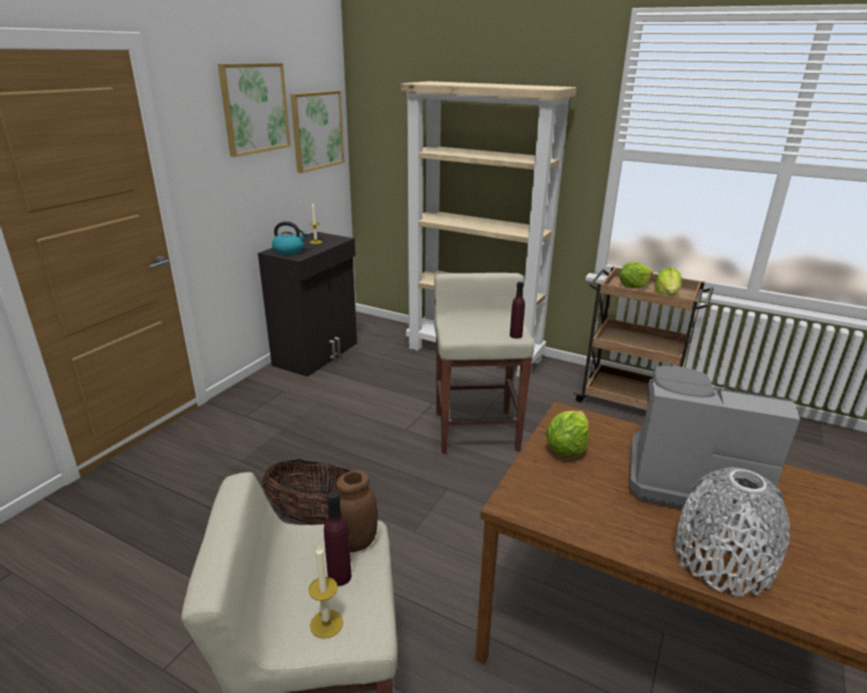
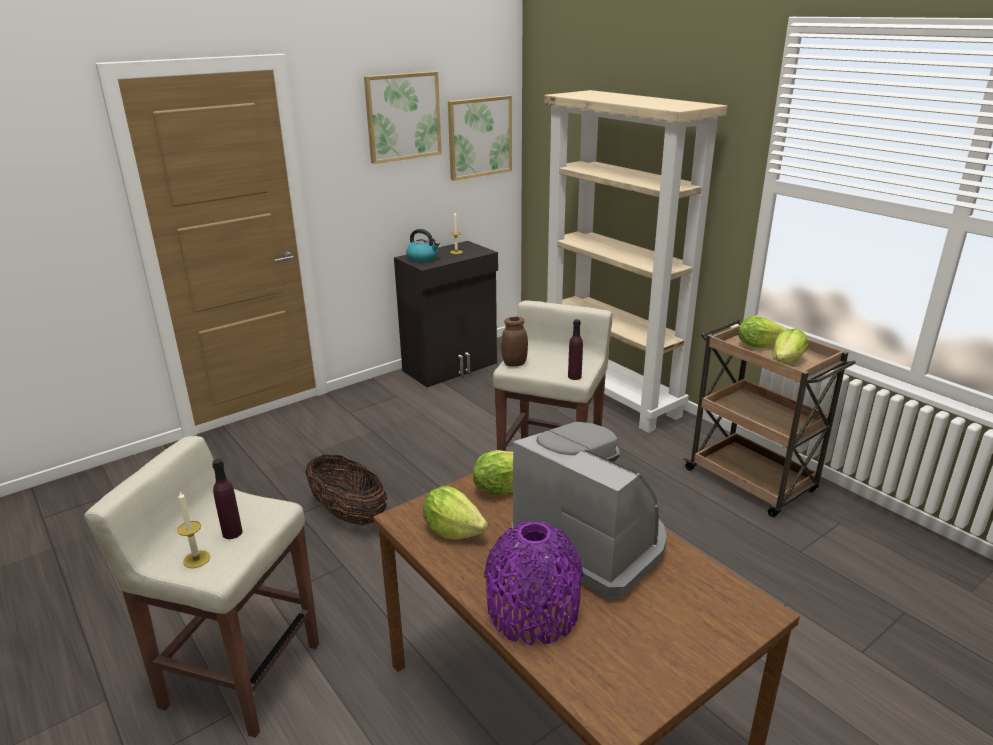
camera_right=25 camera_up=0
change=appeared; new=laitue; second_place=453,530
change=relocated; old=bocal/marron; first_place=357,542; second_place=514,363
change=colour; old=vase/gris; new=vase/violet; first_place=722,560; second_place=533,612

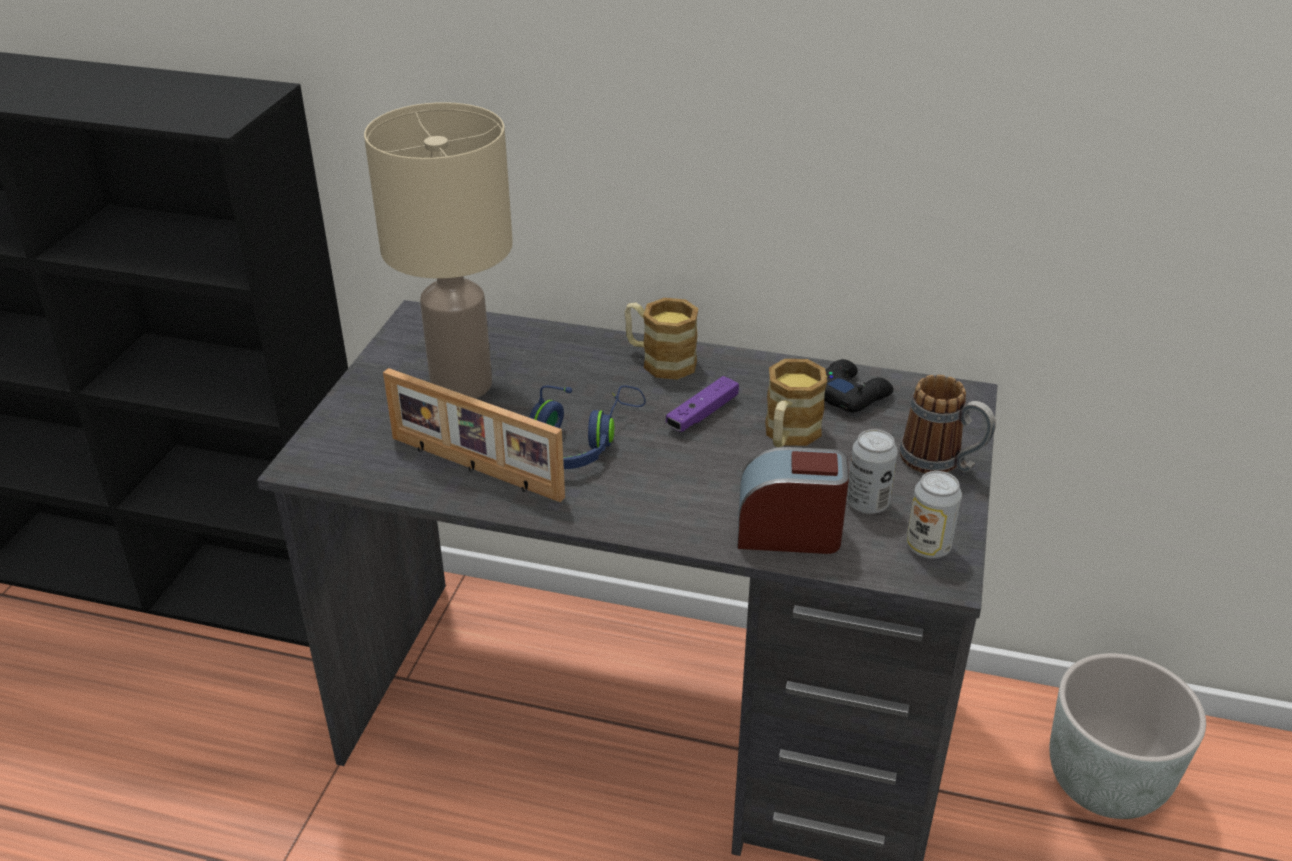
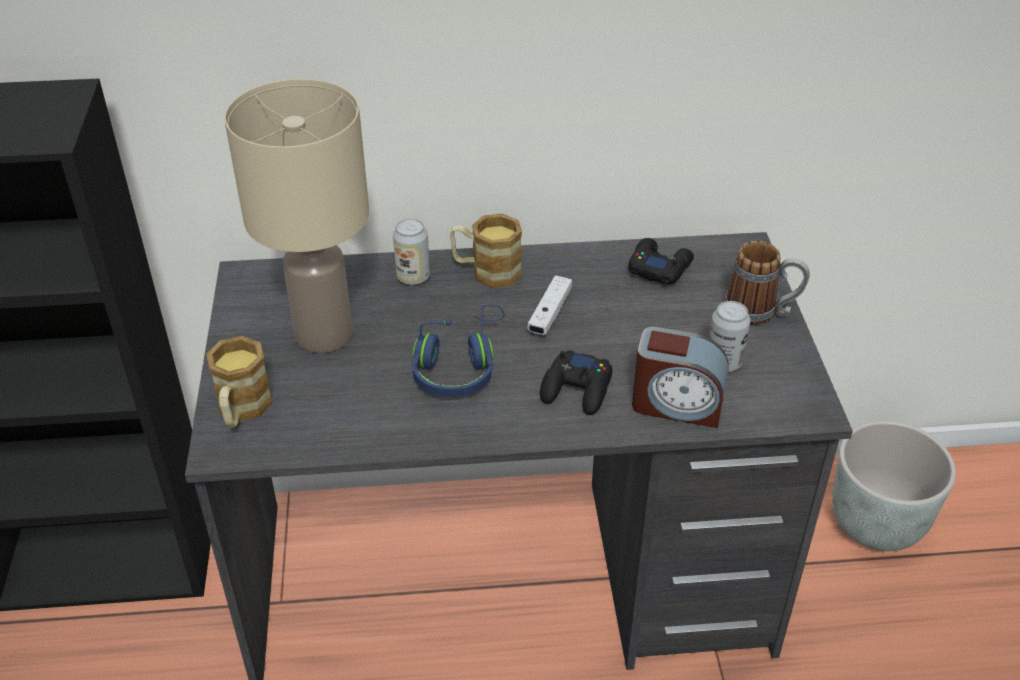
camera_right=-20 camera_up=5
change=missing; old=cadre photo; first_place=474,469
change=appeared; new=manette/noir; second_place=577,389
change=relocated; old=mug; first_place=788,436; second_place=241,410
change=relocated; old=boîte métallique; first_place=928,547; second_place=413,277
change=colour; old=manette/violet; new=manette/blanc; first_place=702,414; second_place=550,313
change=spun; old=réveil; first_place=788,532; second_place=677,404; degrees=-150

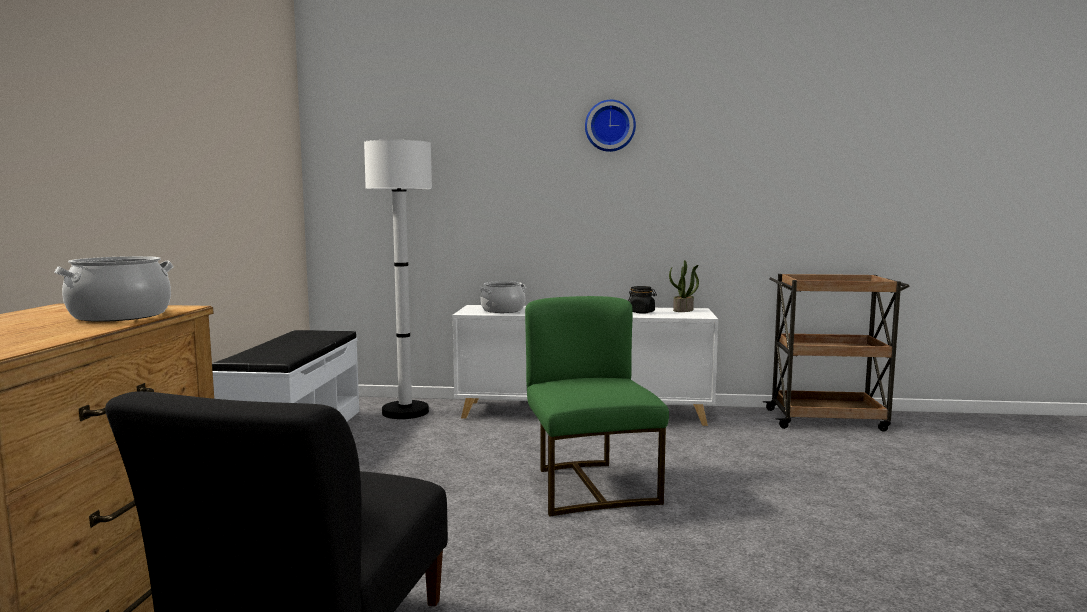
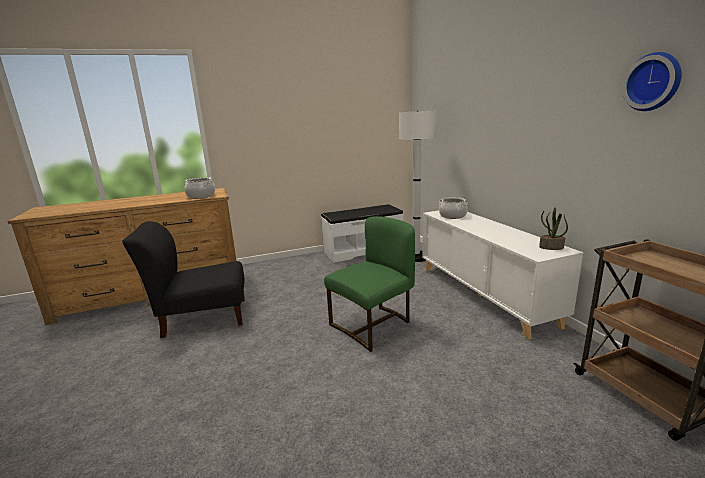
camera_right=65 camera_up=10
change=missing; old=bocal/noir; first_place=641,312
change=relocated; old=horloge murale; first_place=610,126; second_place=653,82

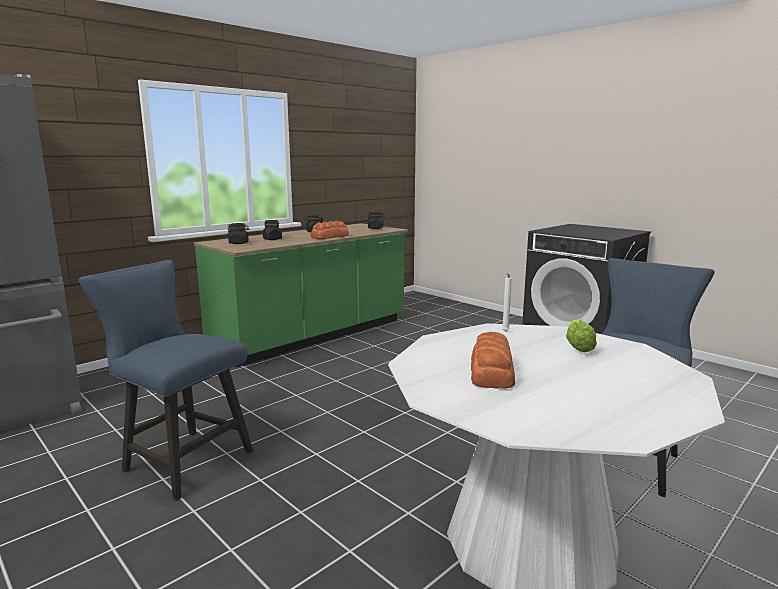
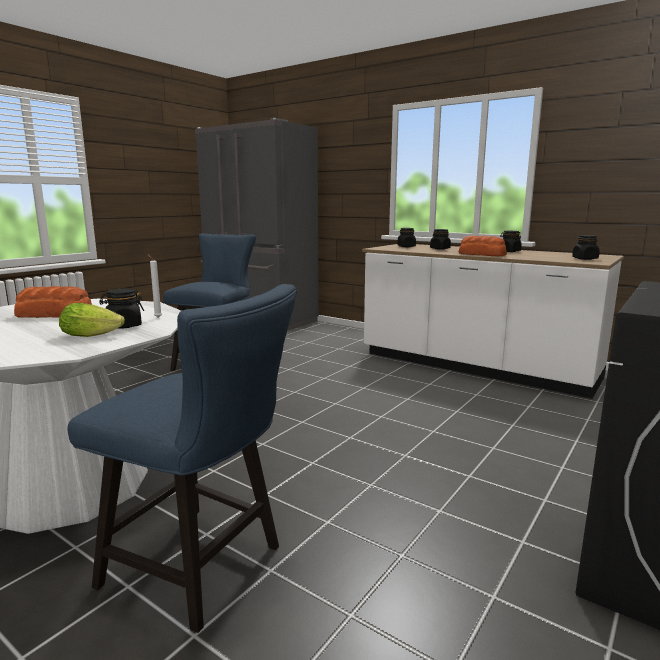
camera_right=80 camera_up=0
change=appeared; new=bocal/noir; second_place=124,326
change=colour; old=comptoir de cuisine/vert; new=comptoir de cuisine/blanc; first_place=313,335; second_place=475,366

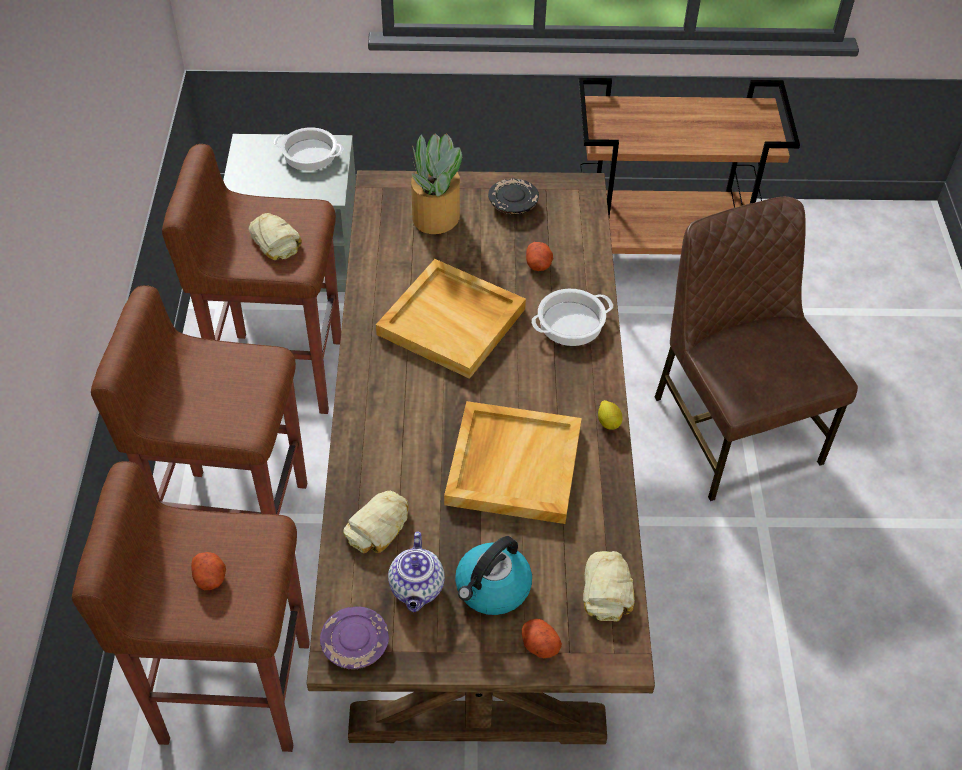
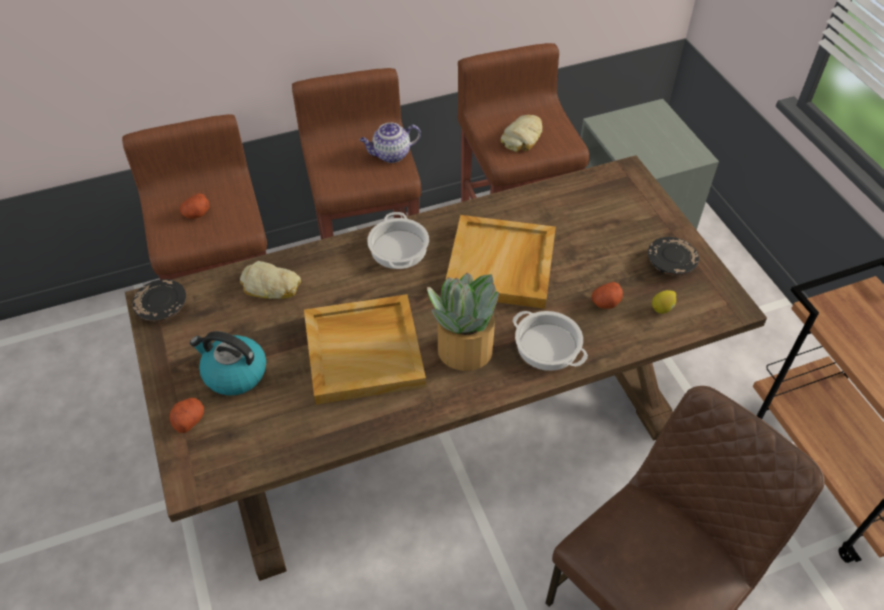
camera_right=70 camera_up=0
change=missing; old=pain; first_place=608,589
change=relocated; old=marmite; first_place=310,154; second_place=399,249
change=relocated; old=théière; first_place=417,589; second_place=390,155
change=relocated; old=plante en pot; first_place=435,217; second_place=463,350
change=relocated; old=citron; first_place=608,422; second_place=662,308
change=colour; old=assiette/violet; new=assiette/noir; first_place=355,644; second_place=162,307

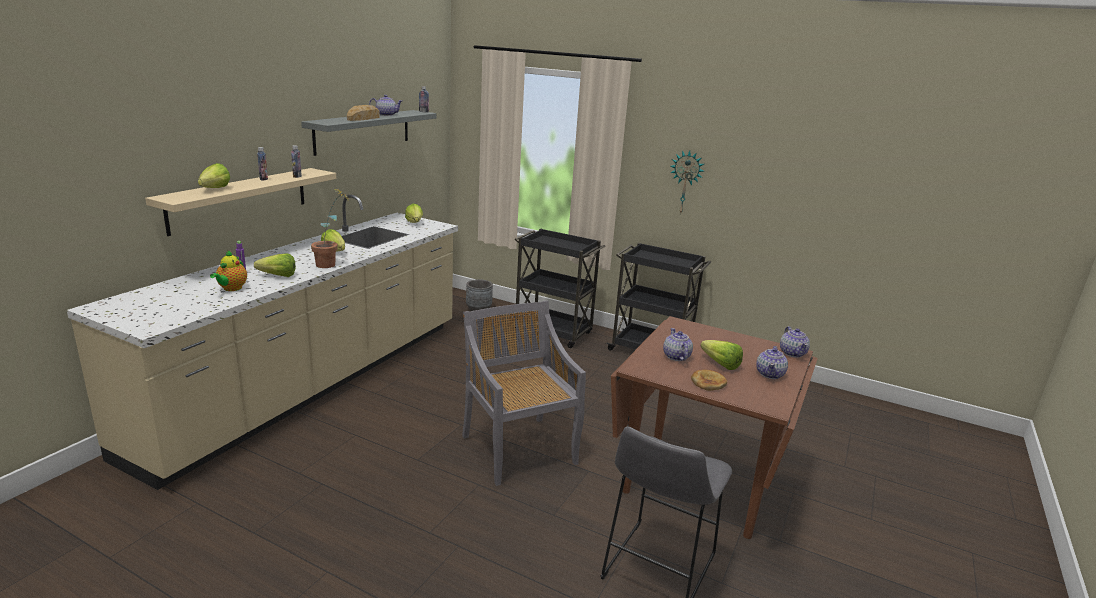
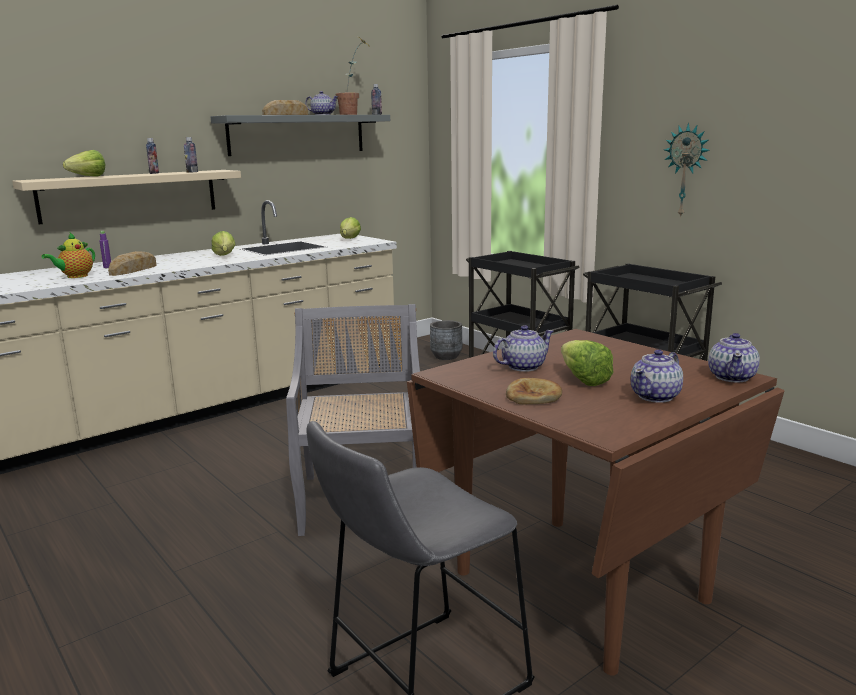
camera_right=25 camera_up=-5
change=relocated; old=plante en pot; first_place=332,265; second_place=354,114
change=exchanged; old=laitue; new=pain; first_place=275,276; second_place=133,270
change=spun; old=théière; first_place=676,357; second_place=522,367; degrees=45

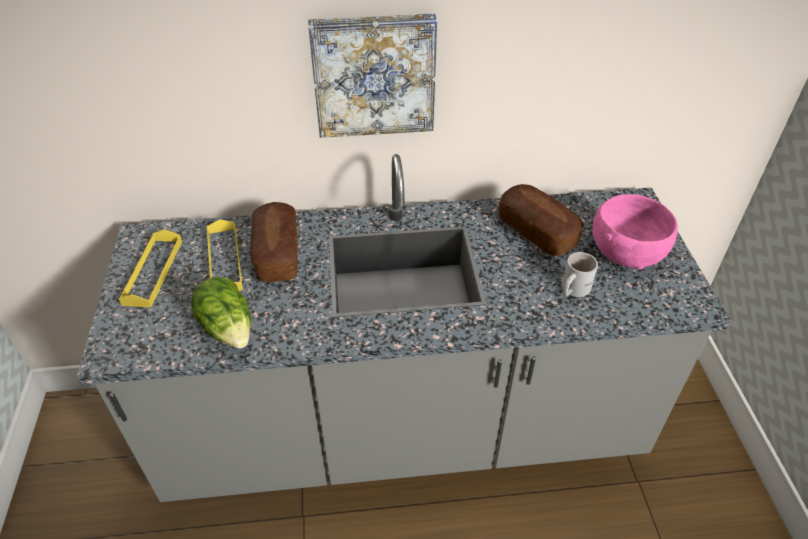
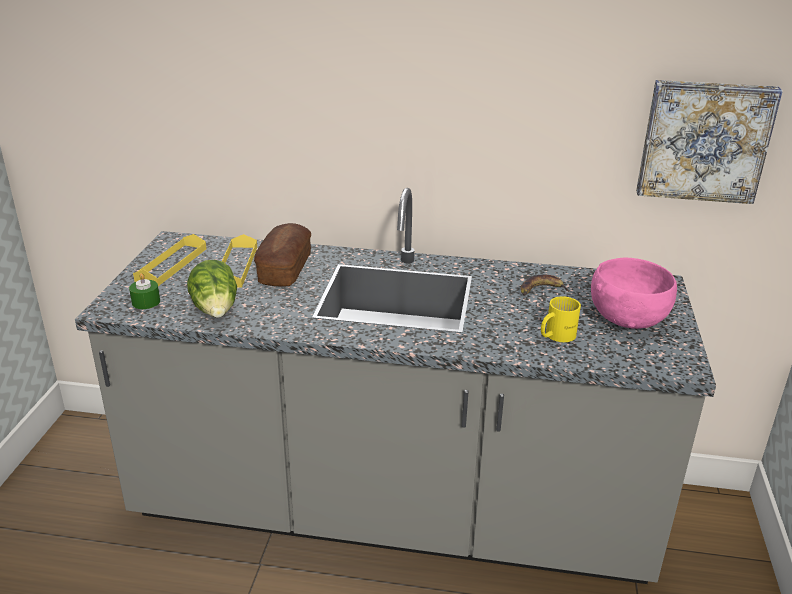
camera_right=15 camera_up=-15
change=appeared; new=bougie/vert; second_place=146,302
change=relocated; old=tableau; first_place=374,74; second_place=704,140
change=exchanged; old=pain; new=banane; first_place=537,231; second_place=541,290
change=colour; old=mug/blanc; new=mug/jaune; first_place=572,289; second_place=555,335

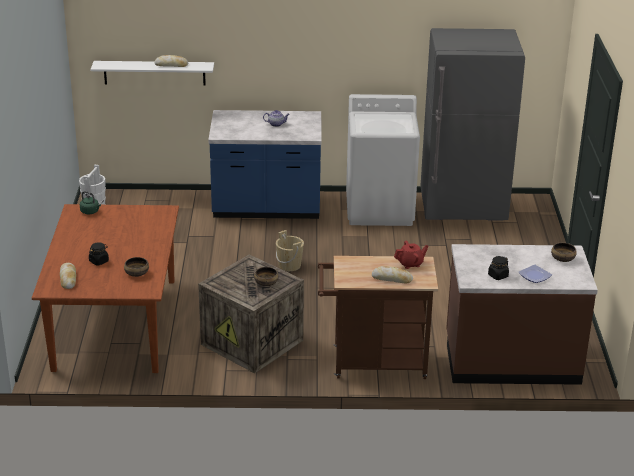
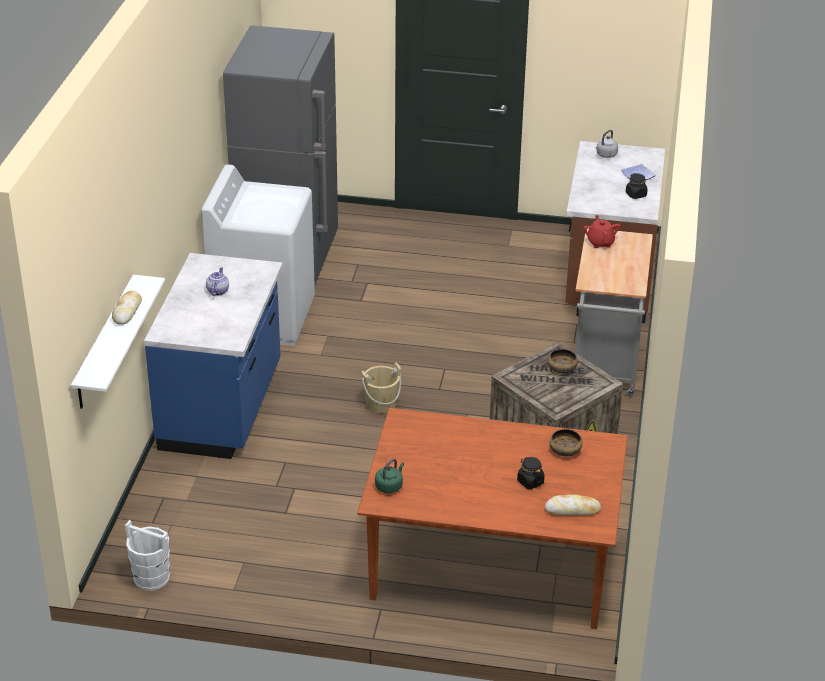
camera_right=-80 camera_up=5
change=missing; old=pain; first_place=392,278
change=exchanged; old=bol; new=bouilloire/gris; first_place=562,258; second_place=605,155
change=colour; old=chariot/marron; new=chariot/gris; first_place=373,364; second_place=605,369

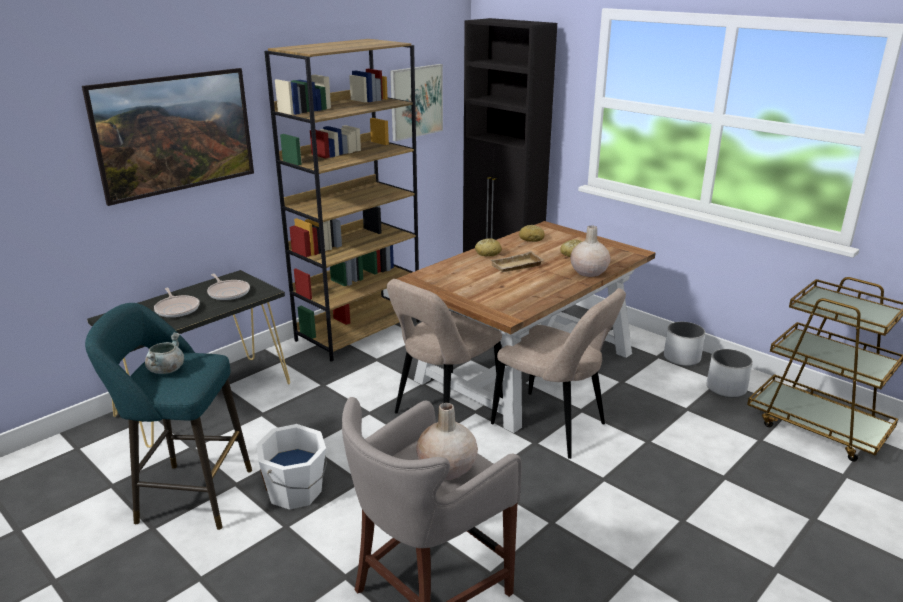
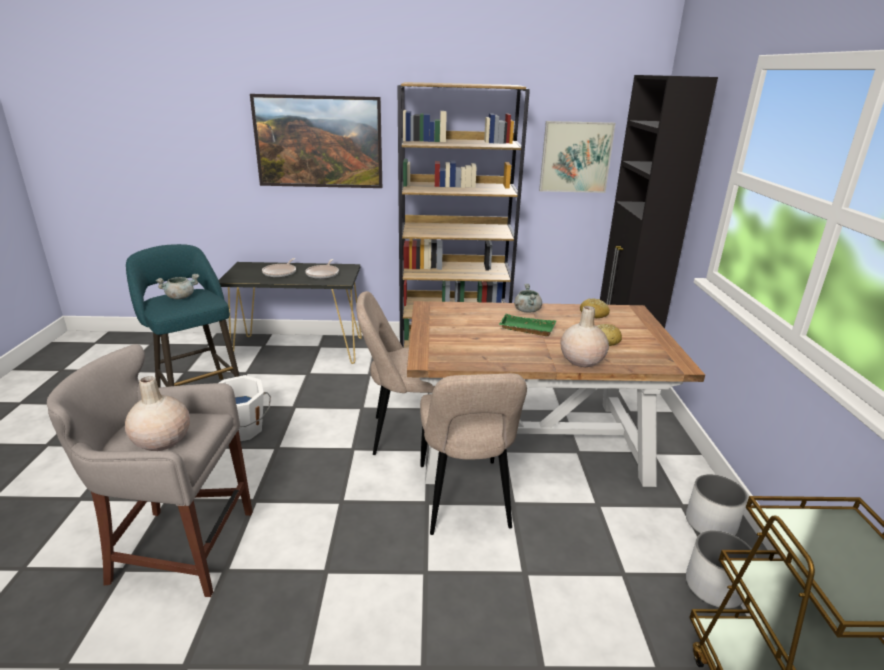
camera_right=45 camera_up=0
change=exchanged; old=pain; new=marmite/gris; first_place=487,253; second_place=526,310
change=colour; old=plateau/beige; new=plateau/vert; first_place=516,266; second_place=526,329

